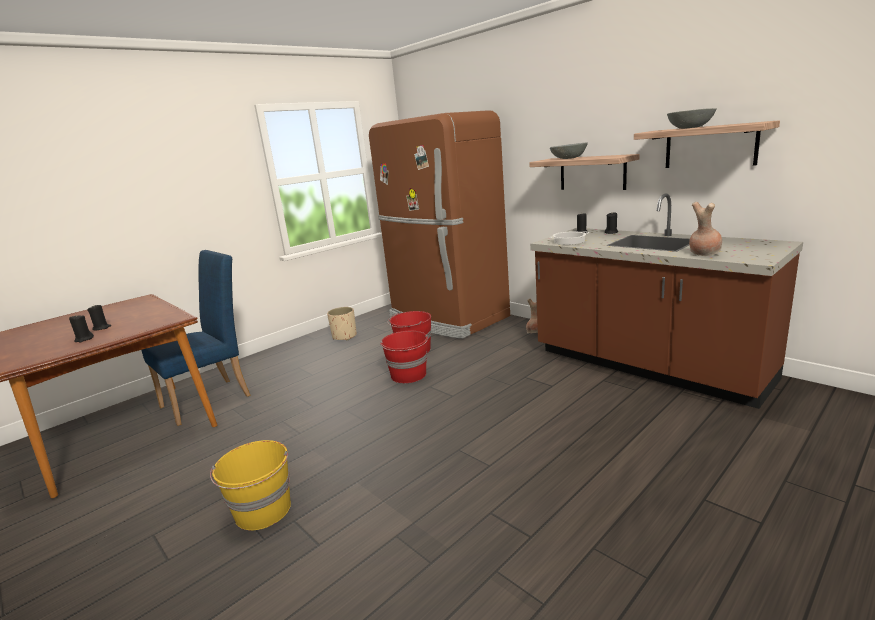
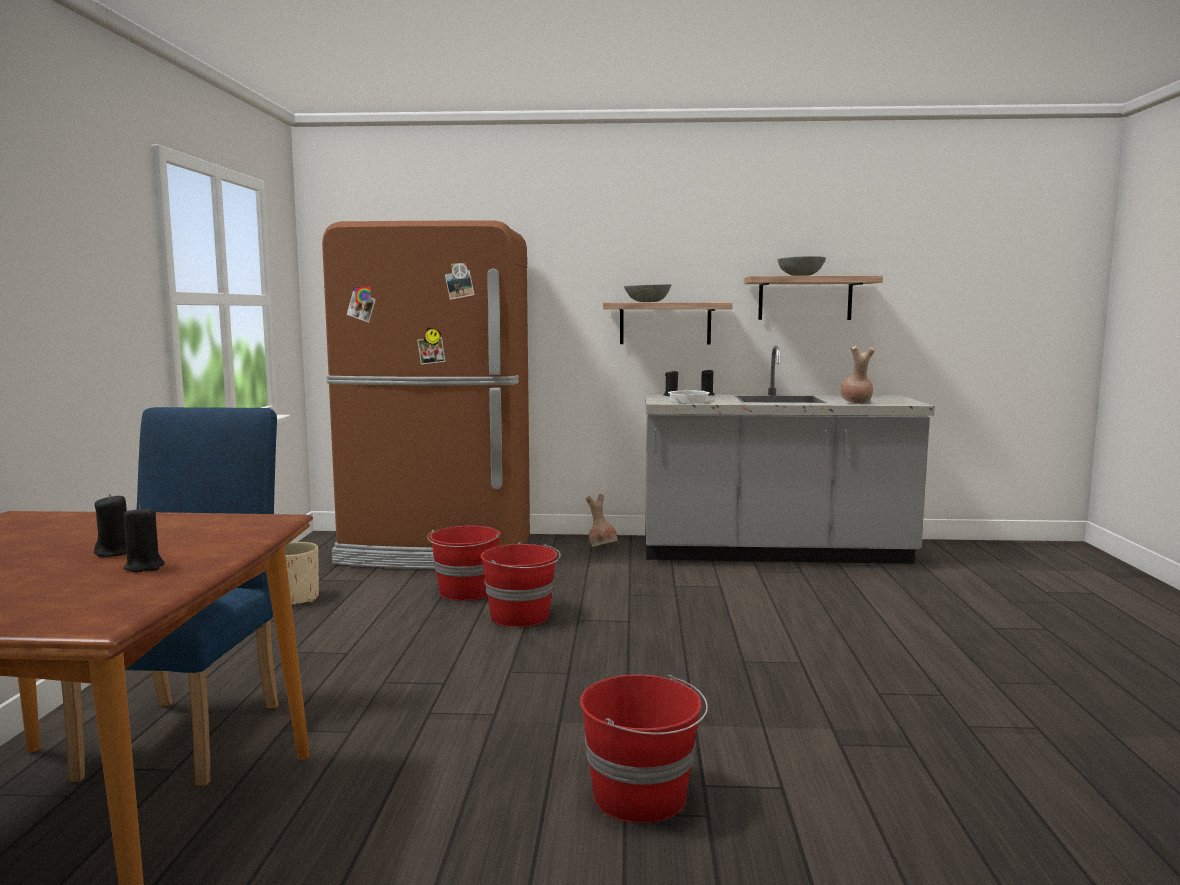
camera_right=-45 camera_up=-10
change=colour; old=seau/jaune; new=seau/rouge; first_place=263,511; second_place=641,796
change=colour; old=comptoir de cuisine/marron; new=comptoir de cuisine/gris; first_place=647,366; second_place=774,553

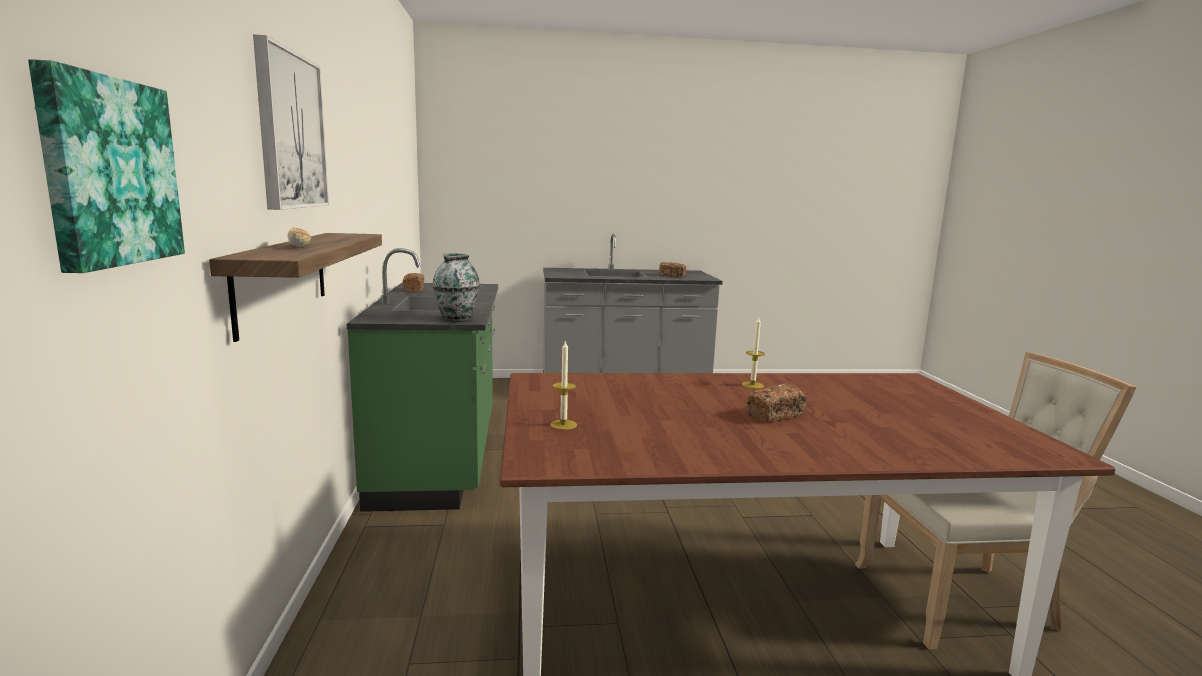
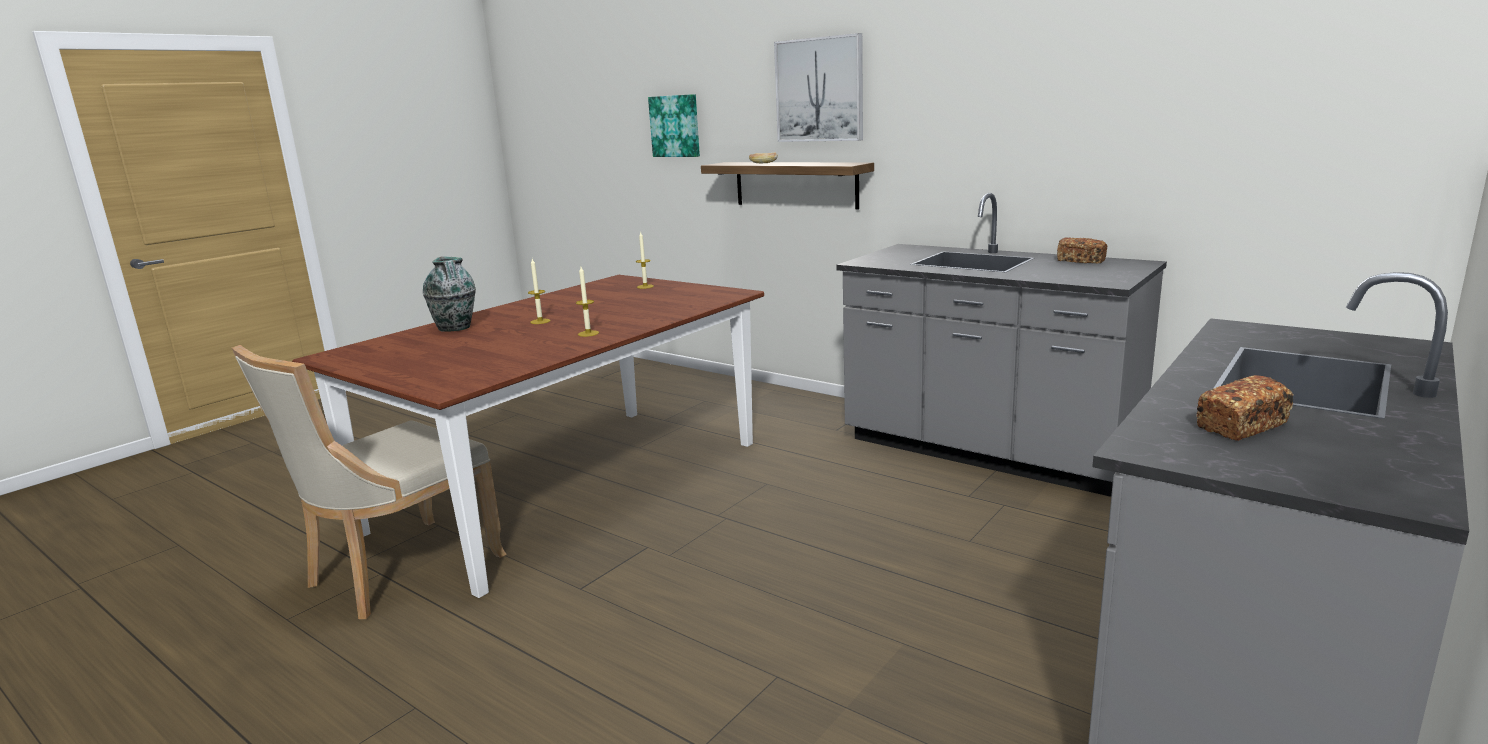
camera_right=135 camera_up=5
change=relocated; old=vase; first_place=457,319; second_place=455,328
change=exchanged; old=pain; new=bougie; first_place=775,415; second_place=540,321
change=colour; old=comptoir de cuisine/vert; new=comptoir de cuisine/gris; first_place=440,457; second_place=987,452

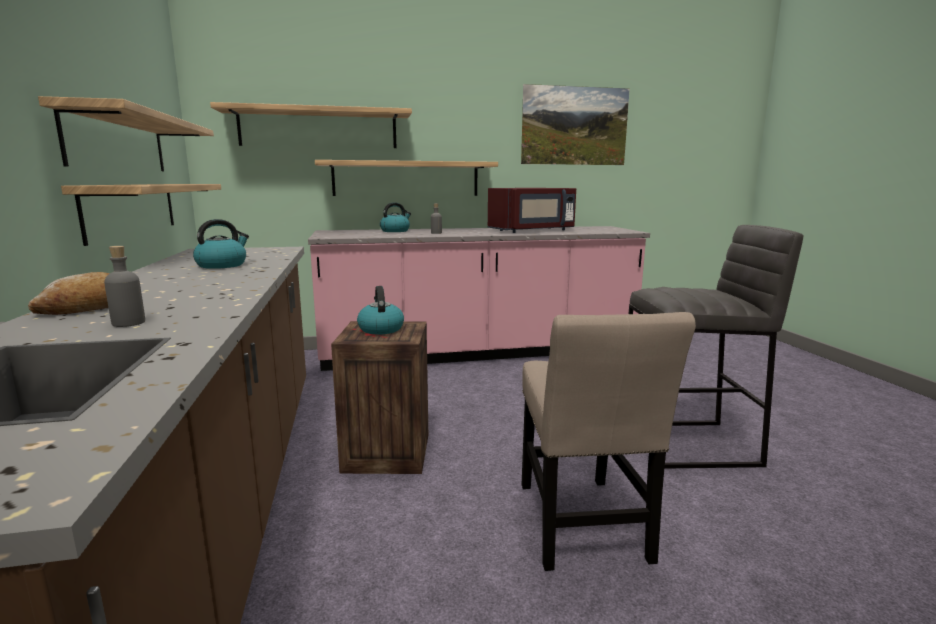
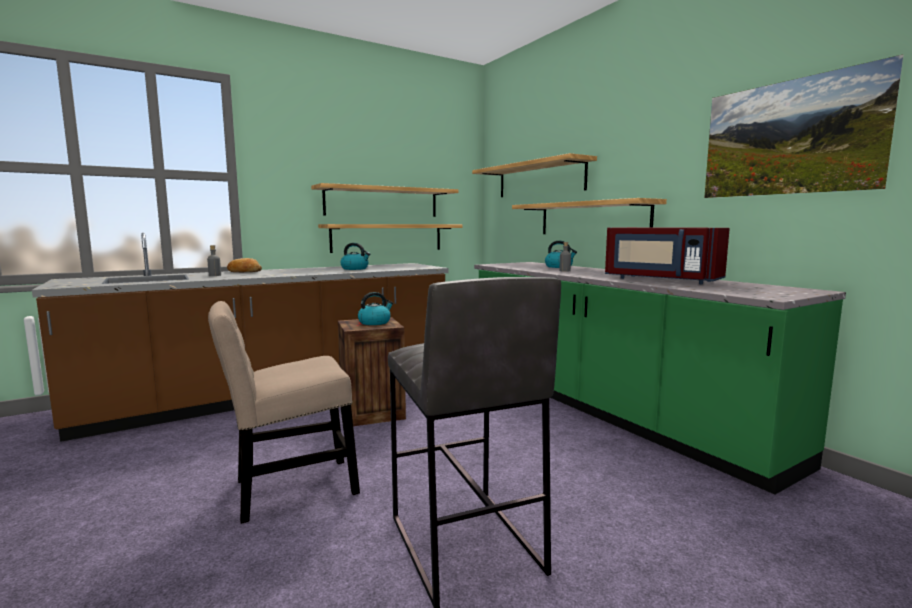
camera_right=70 camera_up=-5
change=colour; old=comptoir de cuisine/rose; new=comptoir de cuisine/vert; first_place=479,352; second_place=605,408

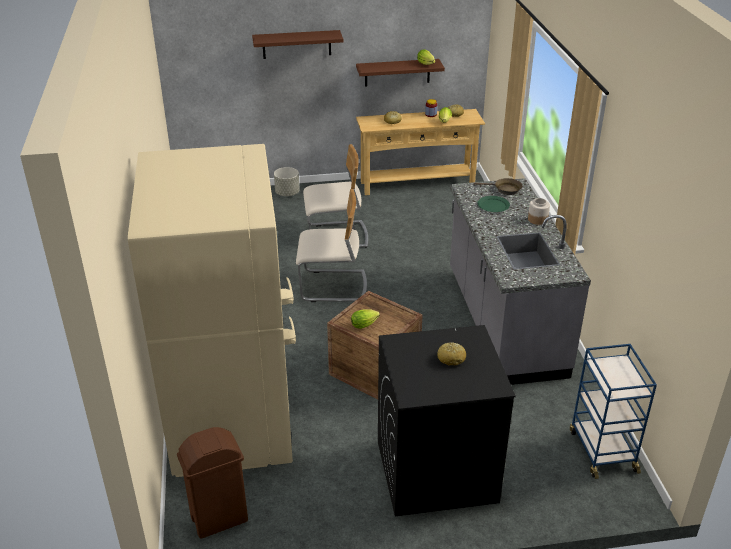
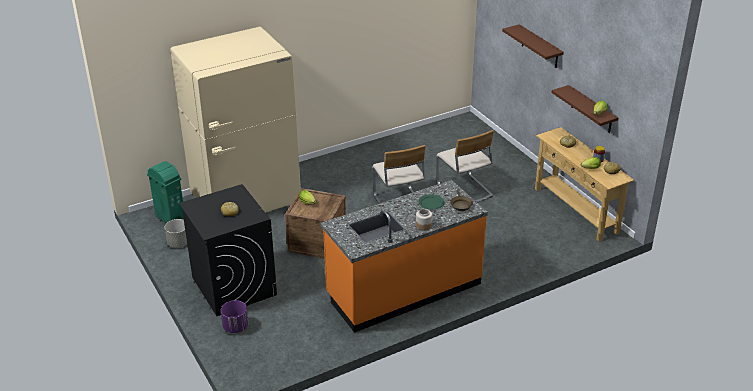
camera_right=70 camera_up=0
change=missing; old=chariot/bleu; first_place=602,450
change=appeared; new=cache-pot/violet; second_place=236,327
change=relocated; old=cache-pot/gris; first_place=287,193; second_place=178,243
change=colour; old=poubelle/marron; new=poubelle/vert; first_place=218,519; second_place=170,218
change=colour; old=comptoir de cuisine/gris; new=comptoir de cuisine/orange; first_place=503,322; second_place=403,289

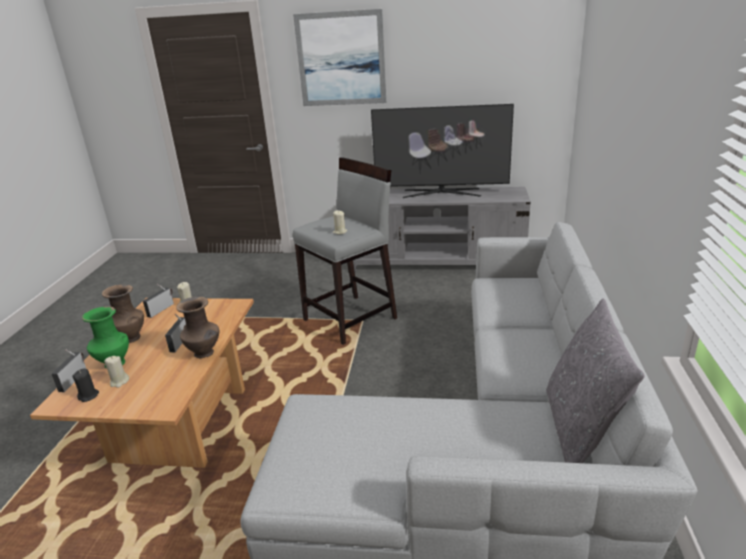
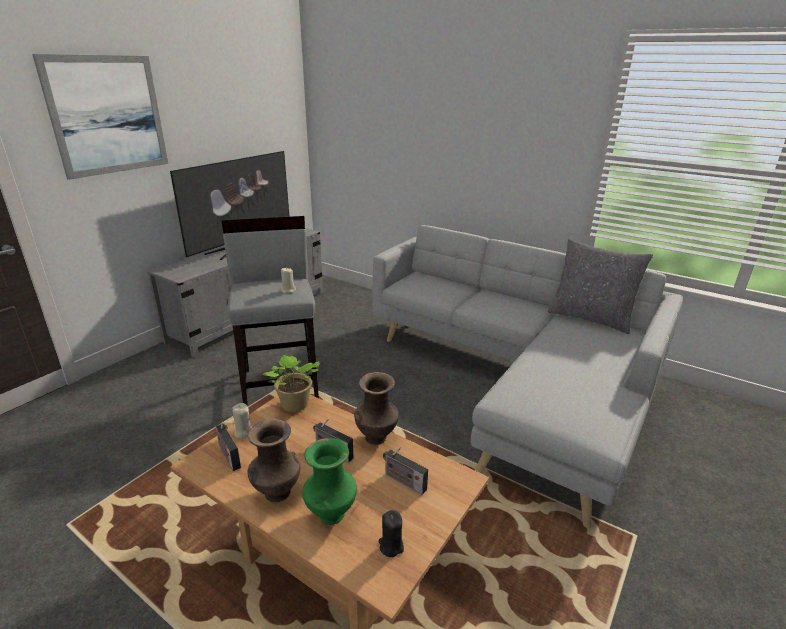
camera_right=-65 camera_up=0
change=missing; old=bougie/beige; first_place=119,382
change=appeared; new=plante en pot; second_place=294,406
change=relocated; old=radio; first_place=73,379; second_place=403,481

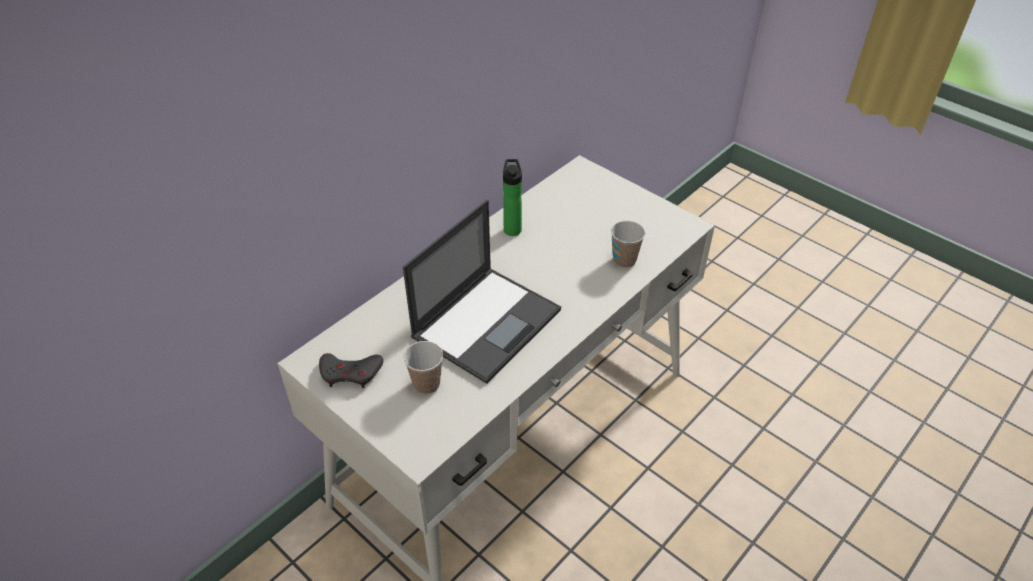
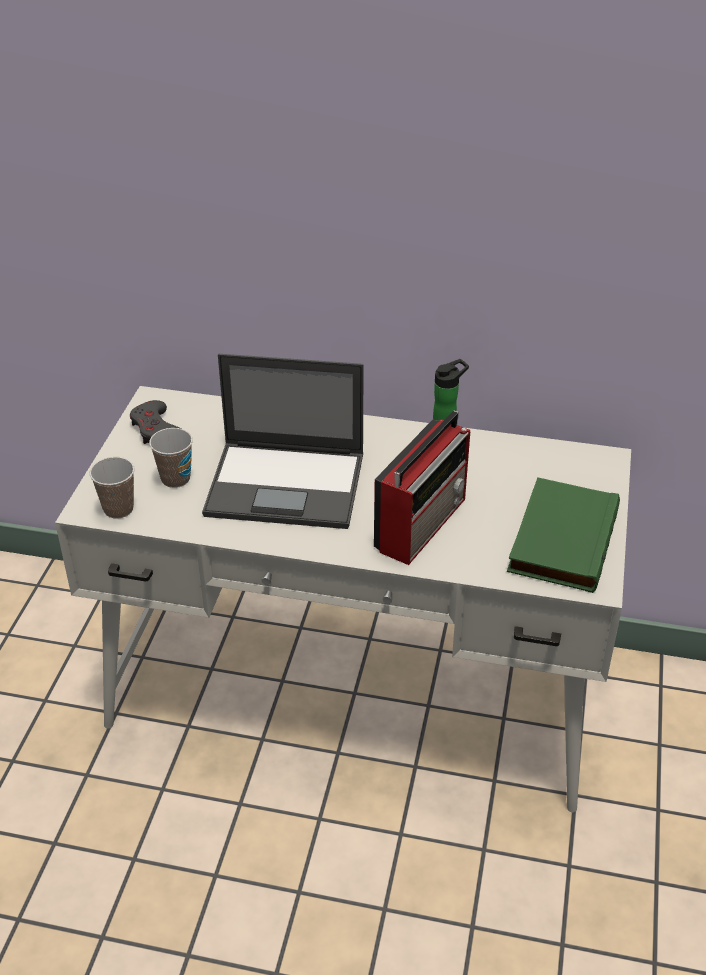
camera_right=60 camera_up=-5
change=appeared; new=radio; second_place=422,522
change=appeared; new=livre/vert; second_place=560,539
change=relocated; old=tasse; first_place=624,260; second_place=118,509

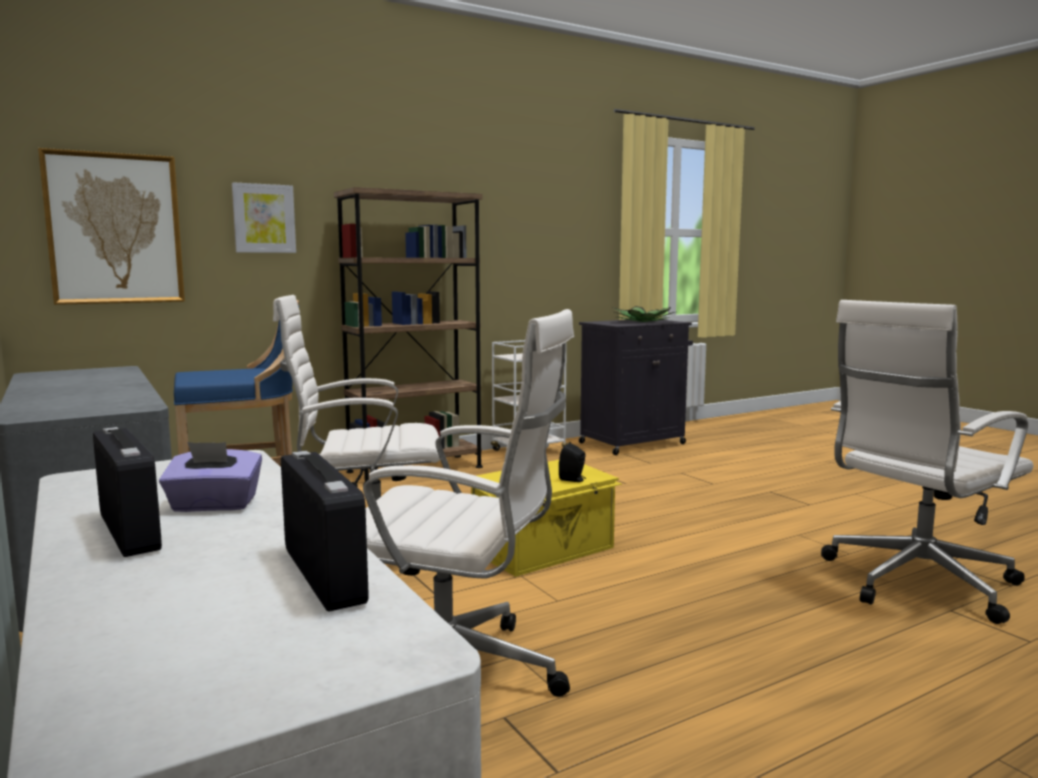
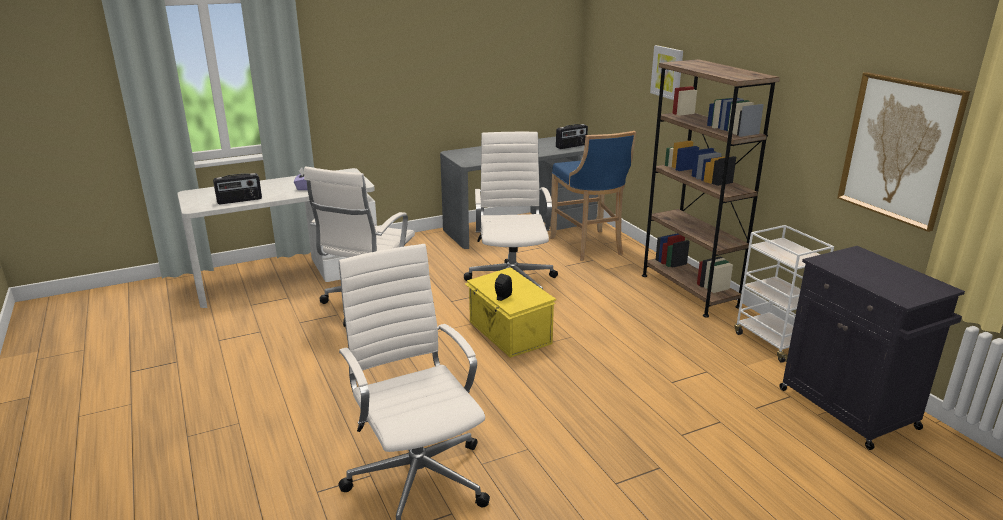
camera_right=95 camera_up=15
change=missing; old=plante en pot; first_place=643,322
change=relocated; old=tableau; first_place=115,229; second_place=899,149
change=relocated; old=radio; first_place=131,531; second_place=571,146

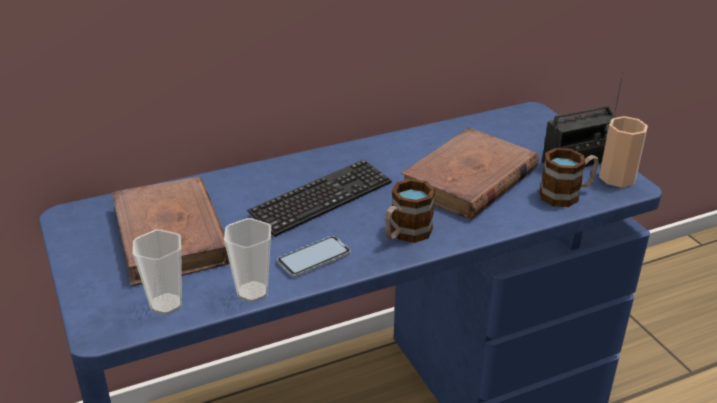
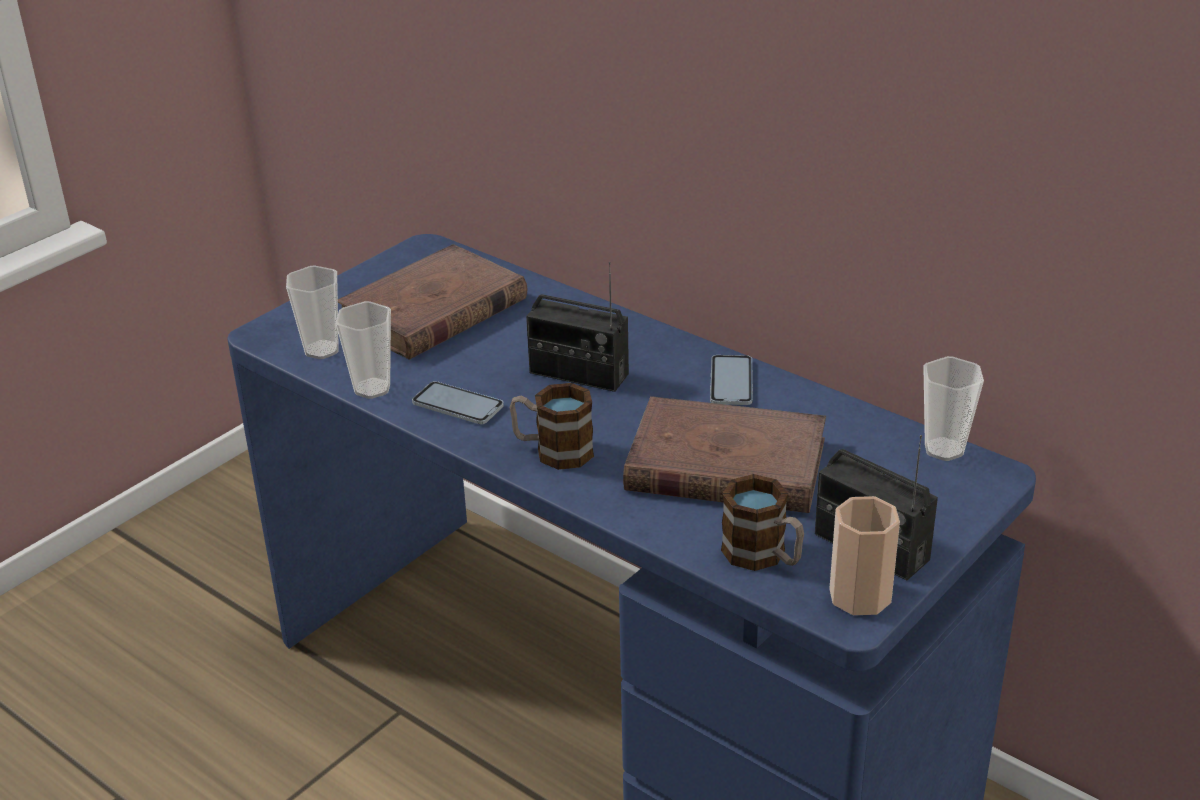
camera_right=65 camera_up=0
change=appeared; new=téléphone; second_place=731,382
change=appeared; new=tasse; second_place=944,449
change=exchanged; old=clavier; new=radio; first_place=321,199; second_place=578,374

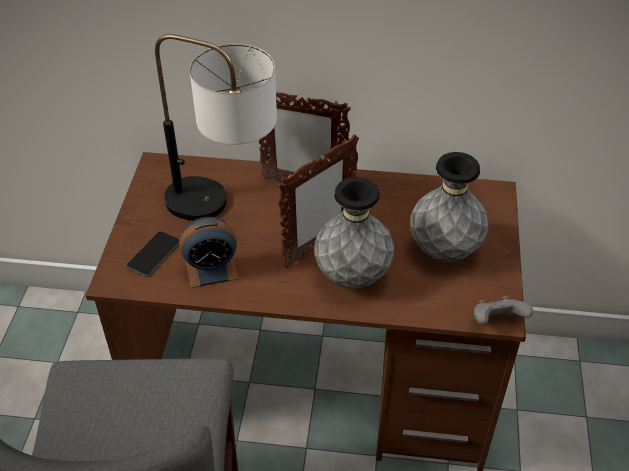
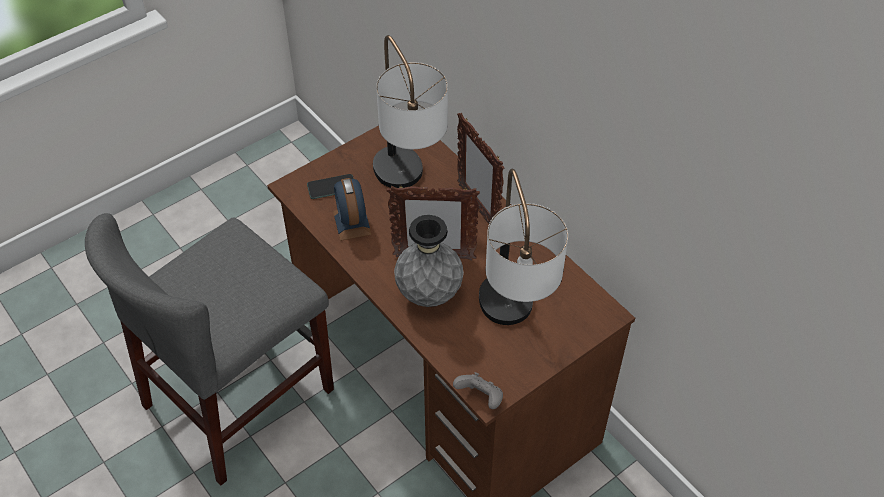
camera_right=45 camera_up=5
change=exchanged; old=vase/gris; new=lampe de table; first_place=444,250; second_place=511,325
change=spun; old=réveil; first_place=211,269; second_place=352,223; degrees=45

